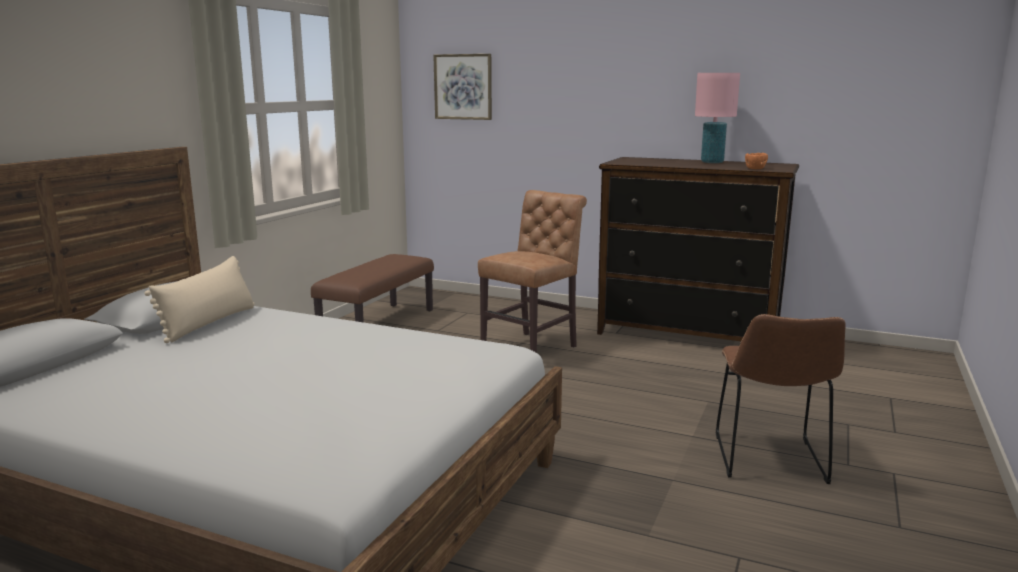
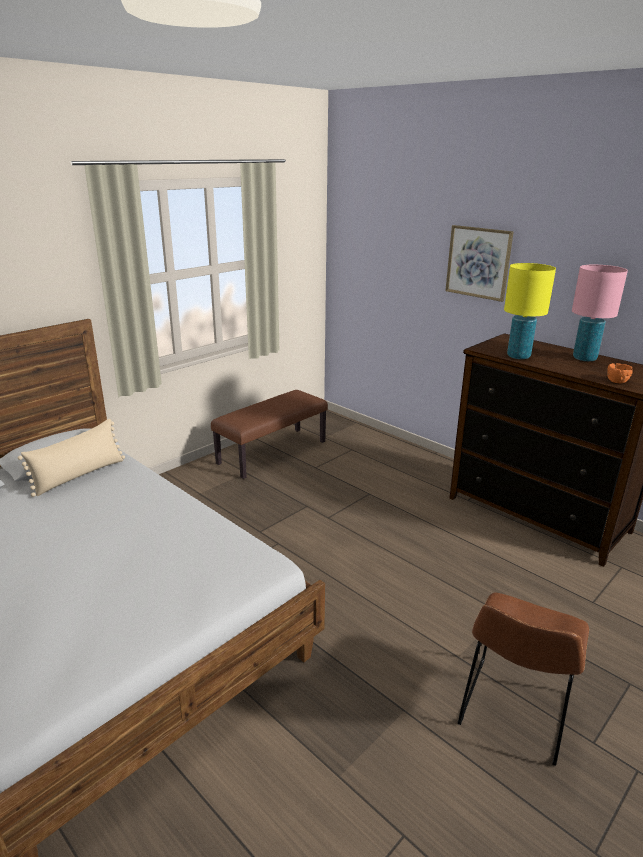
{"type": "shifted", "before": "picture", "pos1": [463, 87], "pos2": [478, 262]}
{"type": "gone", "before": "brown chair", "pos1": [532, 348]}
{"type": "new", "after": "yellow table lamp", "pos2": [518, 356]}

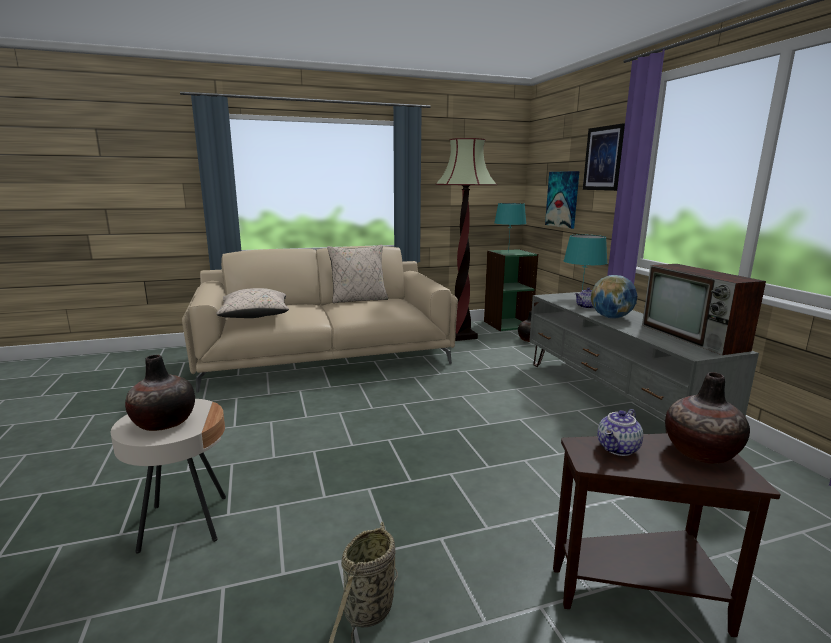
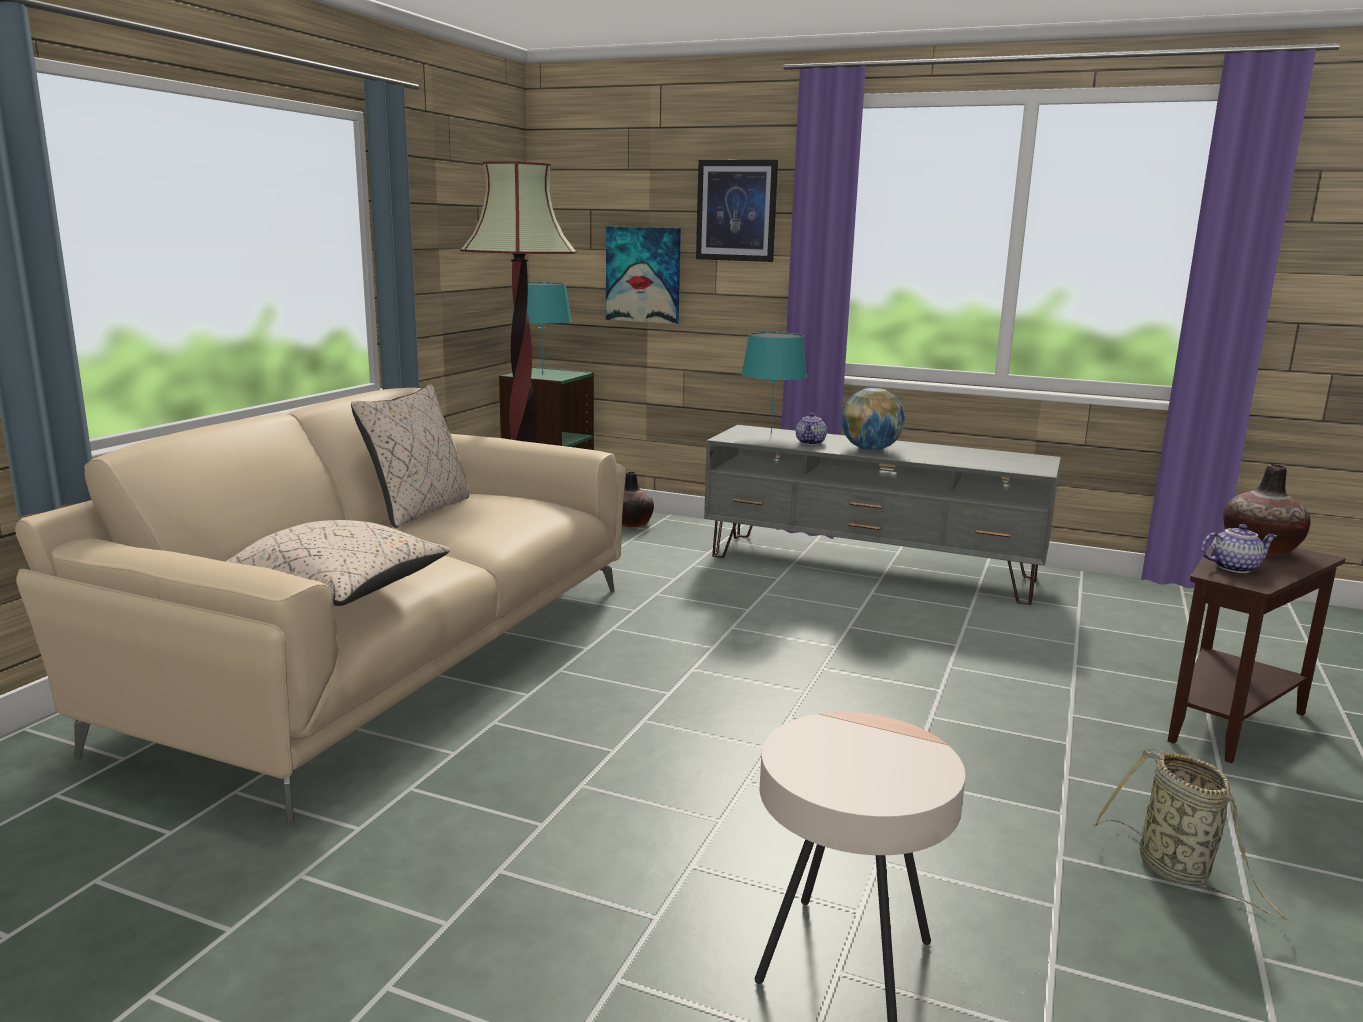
{"type": "gone", "before": "television", "pos1": [694, 337]}
{"type": "gone", "before": "vase", "pos1": [164, 423]}
{"type": "rotated", "before": "teapot", "pos1": [618, 449], "pos2": [1234, 567], "turn": -90}

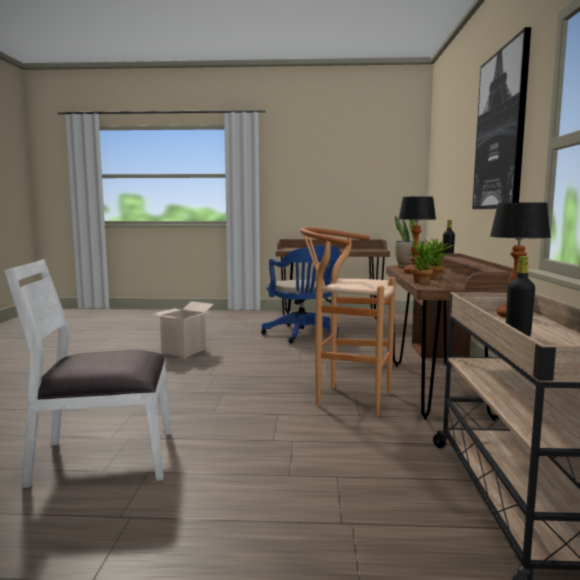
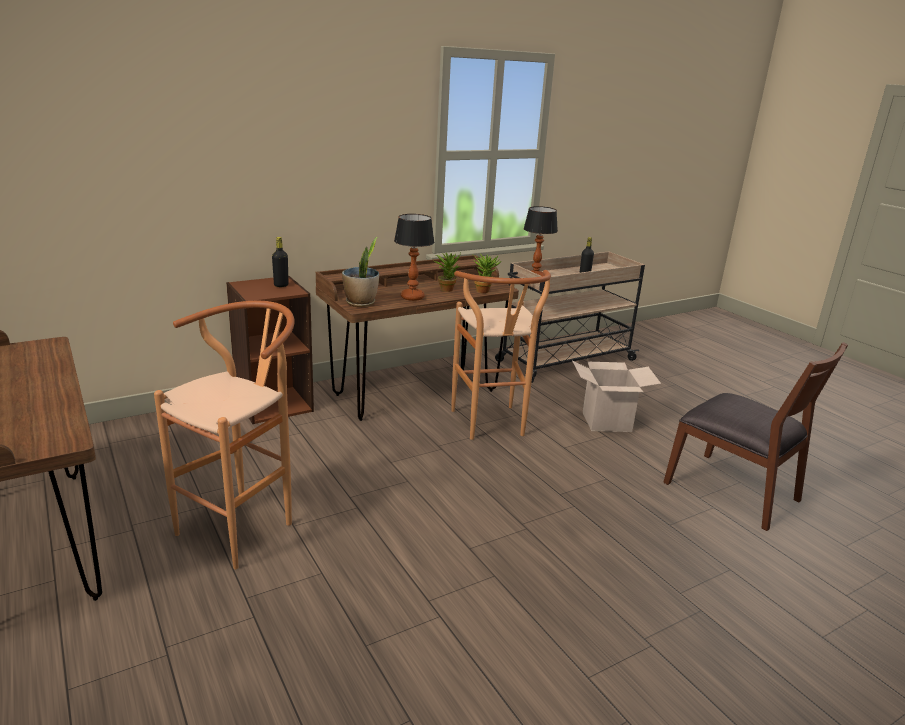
{"type": "gone", "before": "picture", "pos1": [500, 130]}
{"type": "swapped", "before": "blue office chair", "after": "brown stool", "pos1": [303, 335], "pos2": [245, 525]}
{"type": "repainted", "before": "white chair", "after": "brown chair", "pos1": [103, 458], "pos2": [733, 491]}
{"type": "shifted", "before": "cardboard box", "pos1": [183, 351], "pos2": [606, 422]}

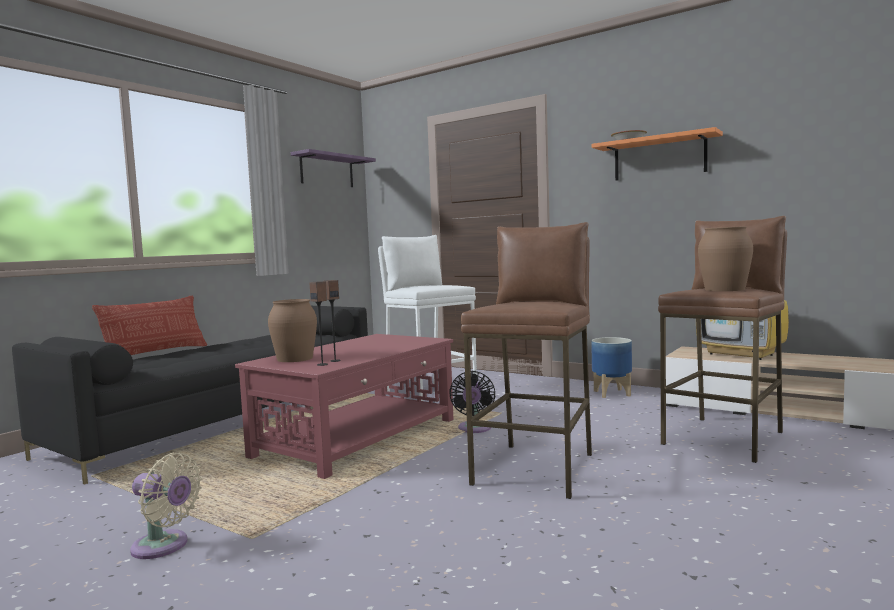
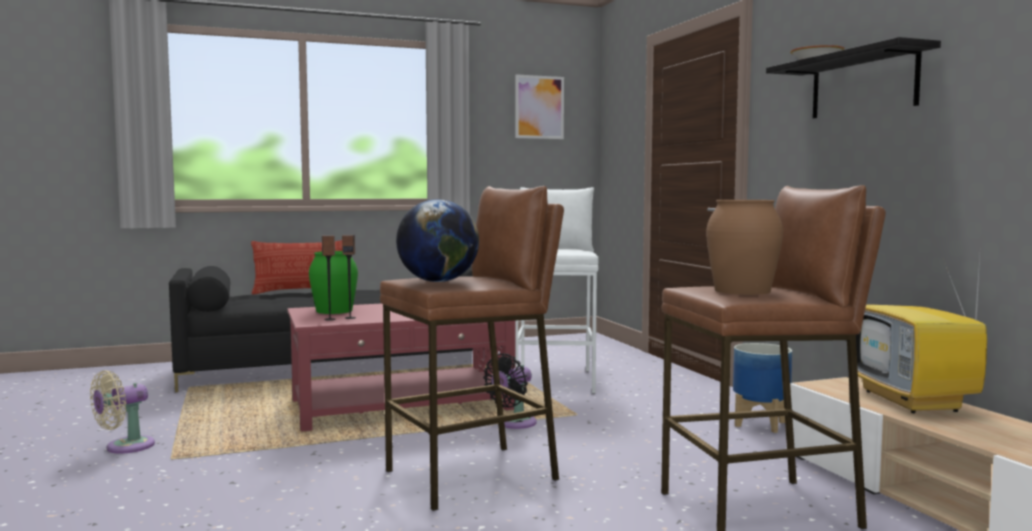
{"type": "repainted", "before": "orange shelf", "after": "black shelf", "pos1": [659, 158], "pos2": [863, 84]}
{"type": "swapped", "before": "purple shelf", "after": "picture", "pos1": [327, 171], "pos2": [539, 107]}
{"type": "repainted", "before": "brown vase", "after": "green vase", "pos1": [294, 358], "pos2": [334, 311]}
{"type": "rotated", "before": "beige fan", "pos1": [164, 546], "pos2": [125, 447], "turn": 75}
{"type": "new", "after": "globe", "pos2": [438, 281]}

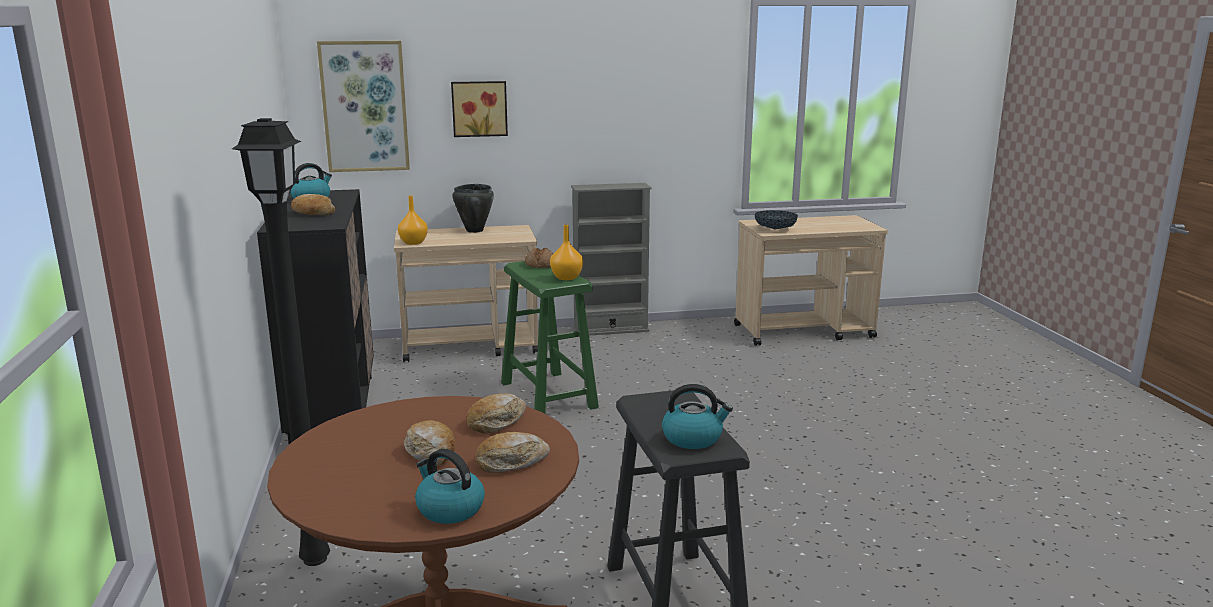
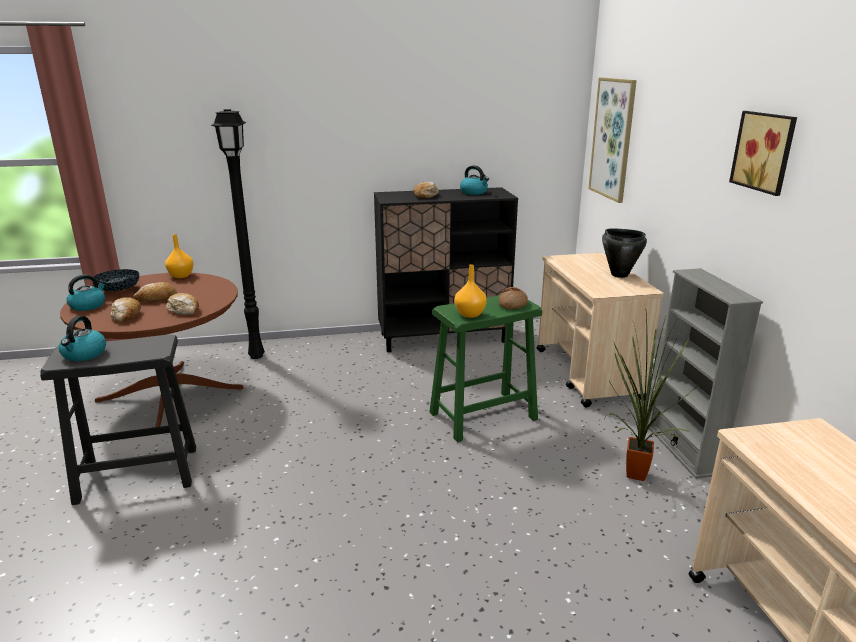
{"type": "shifted", "before": "picture", "pos1": [479, 108], "pos2": [765, 151]}
{"type": "shifted", "before": "orange vase", "pos1": [414, 243], "pos2": [180, 276]}
{"type": "shifted", "before": "bowl", "pos1": [775, 229], "pos2": [118, 290]}
{"type": "new", "after": "potted plant", "pos2": [631, 473]}

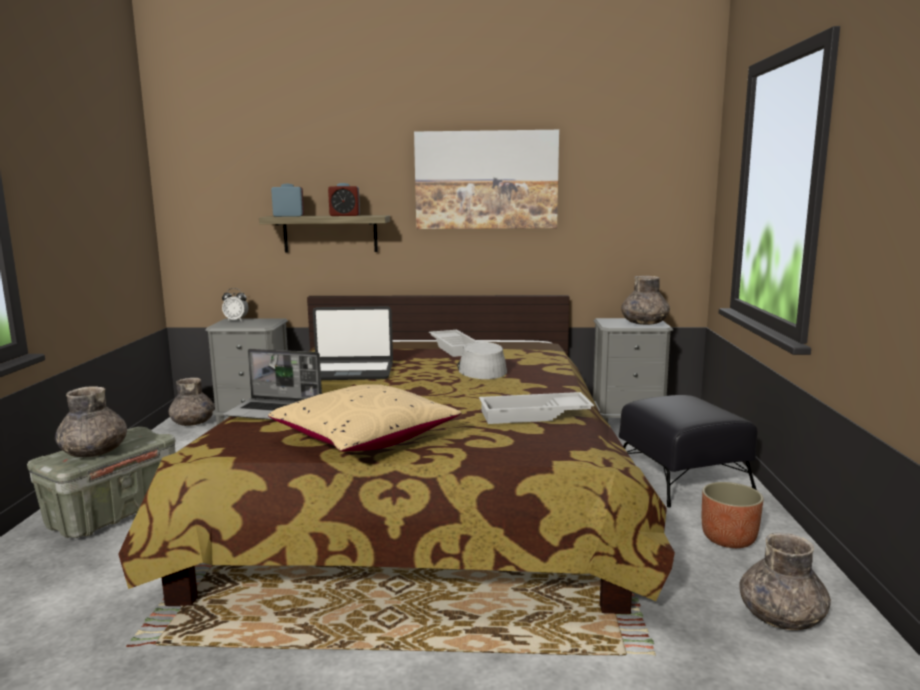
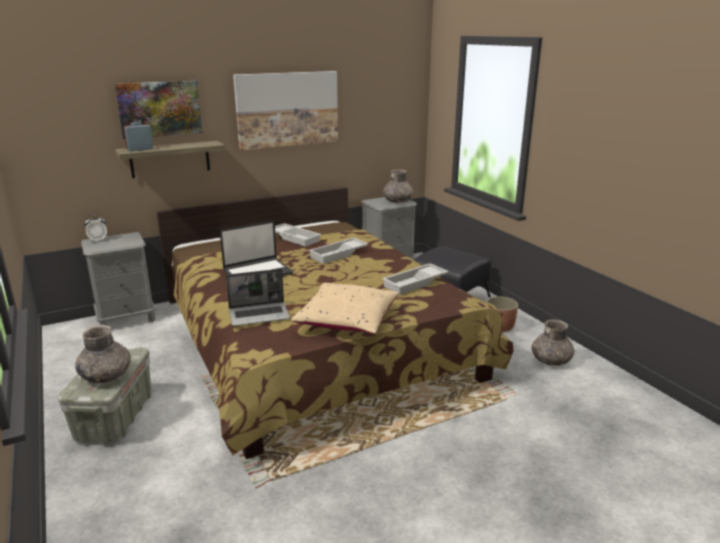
{"type": "gone", "before": "alarm clock", "pos1": [344, 215]}
{"type": "swapped", "before": "grey hat", "after": "white tray", "pos1": [481, 369], "pos2": [339, 254]}
{"type": "gone", "before": "grey vase", "pos1": [193, 423]}
{"type": "new", "after": "picture", "pos2": [159, 109]}

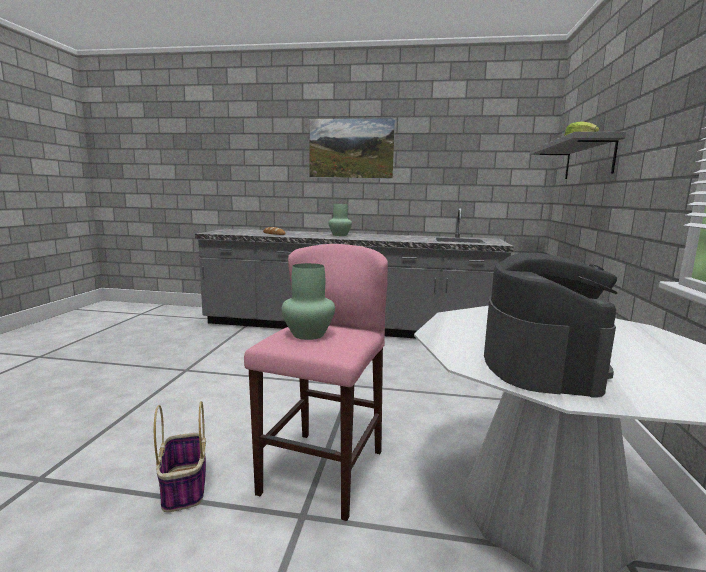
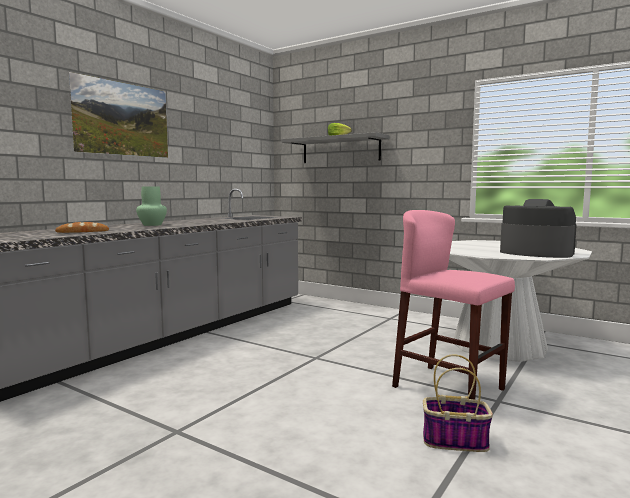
{"type": "gone", "before": "green vase", "pos1": [309, 335]}

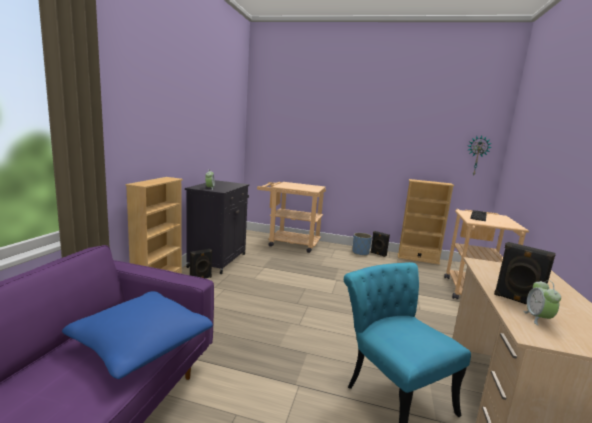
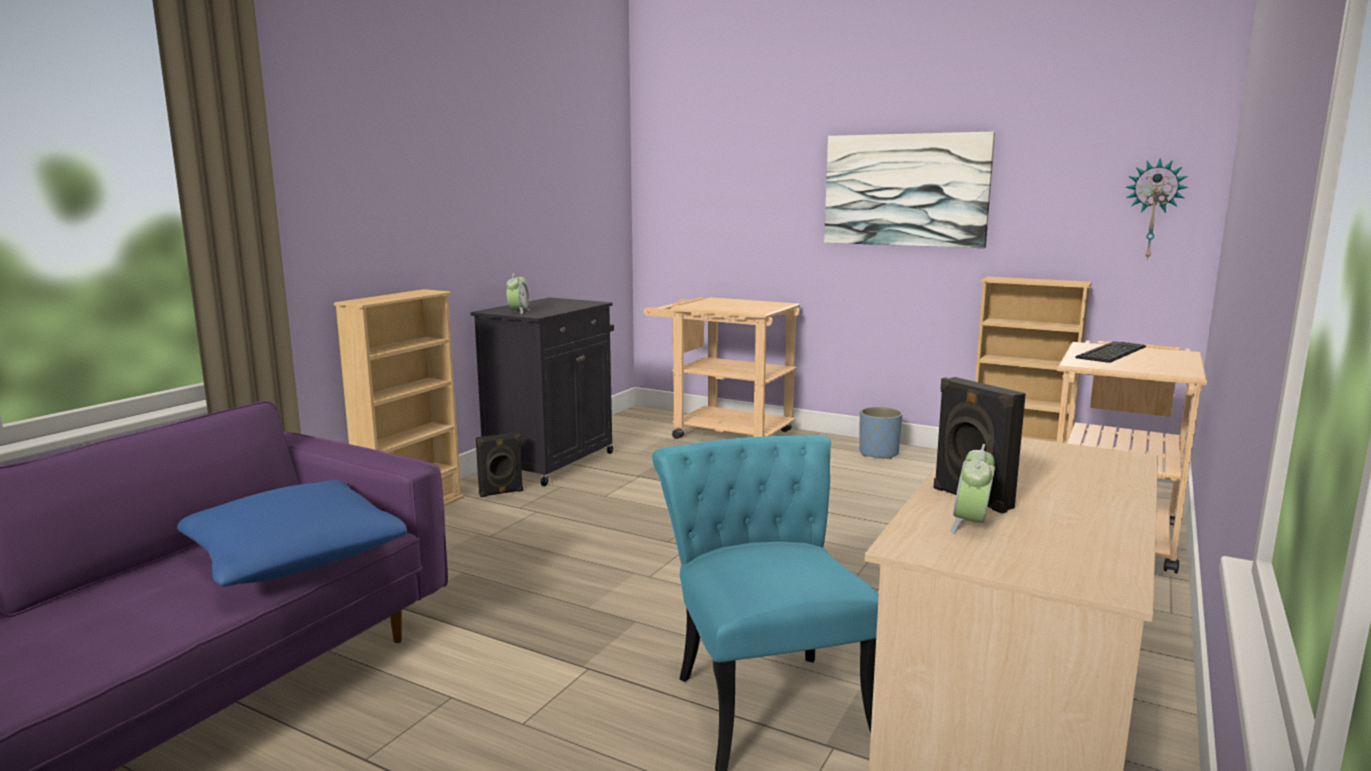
{"type": "gone", "before": "black speaker", "pos1": [378, 254]}
{"type": "new", "after": "picture", "pos2": [905, 190]}

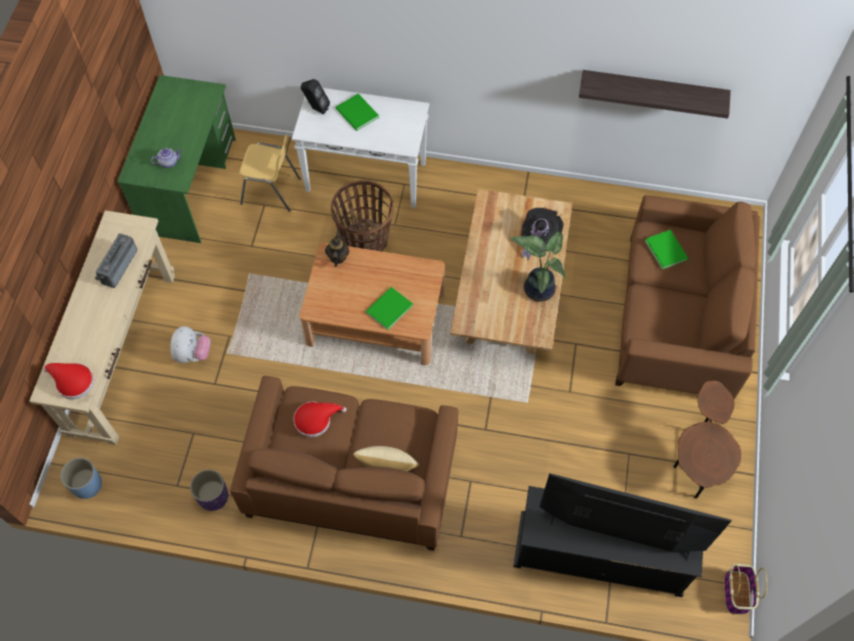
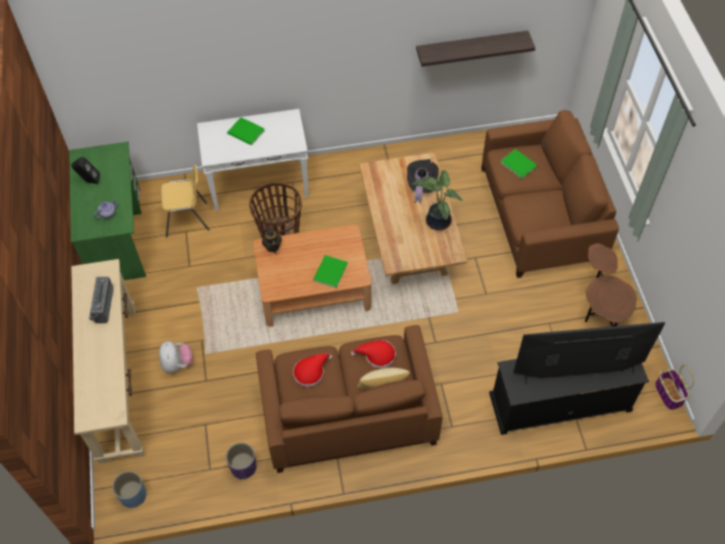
{"type": "shifted", "before": "black speaker", "pos1": [316, 108], "pos2": [89, 181]}
{"type": "shifted", "before": "red hat", "pos1": [72, 381], "pos2": [377, 356]}

